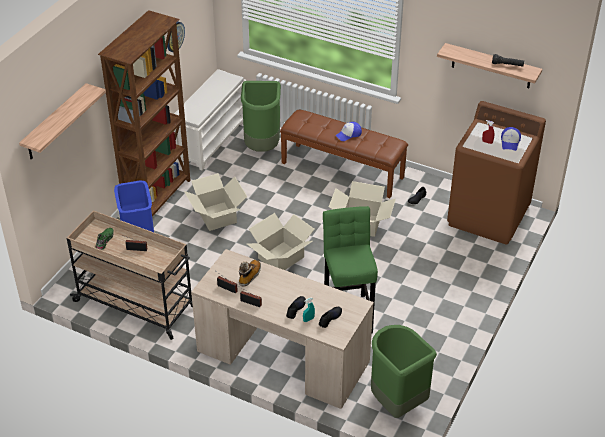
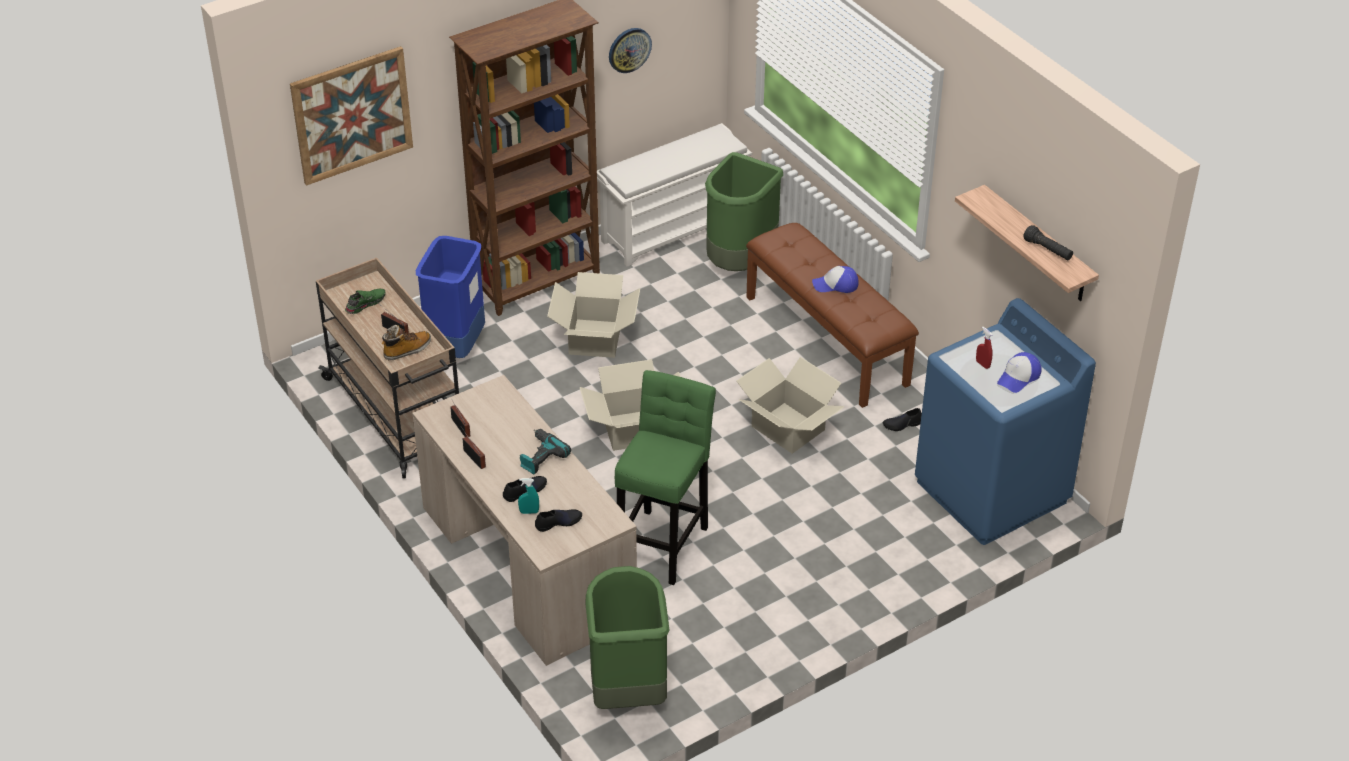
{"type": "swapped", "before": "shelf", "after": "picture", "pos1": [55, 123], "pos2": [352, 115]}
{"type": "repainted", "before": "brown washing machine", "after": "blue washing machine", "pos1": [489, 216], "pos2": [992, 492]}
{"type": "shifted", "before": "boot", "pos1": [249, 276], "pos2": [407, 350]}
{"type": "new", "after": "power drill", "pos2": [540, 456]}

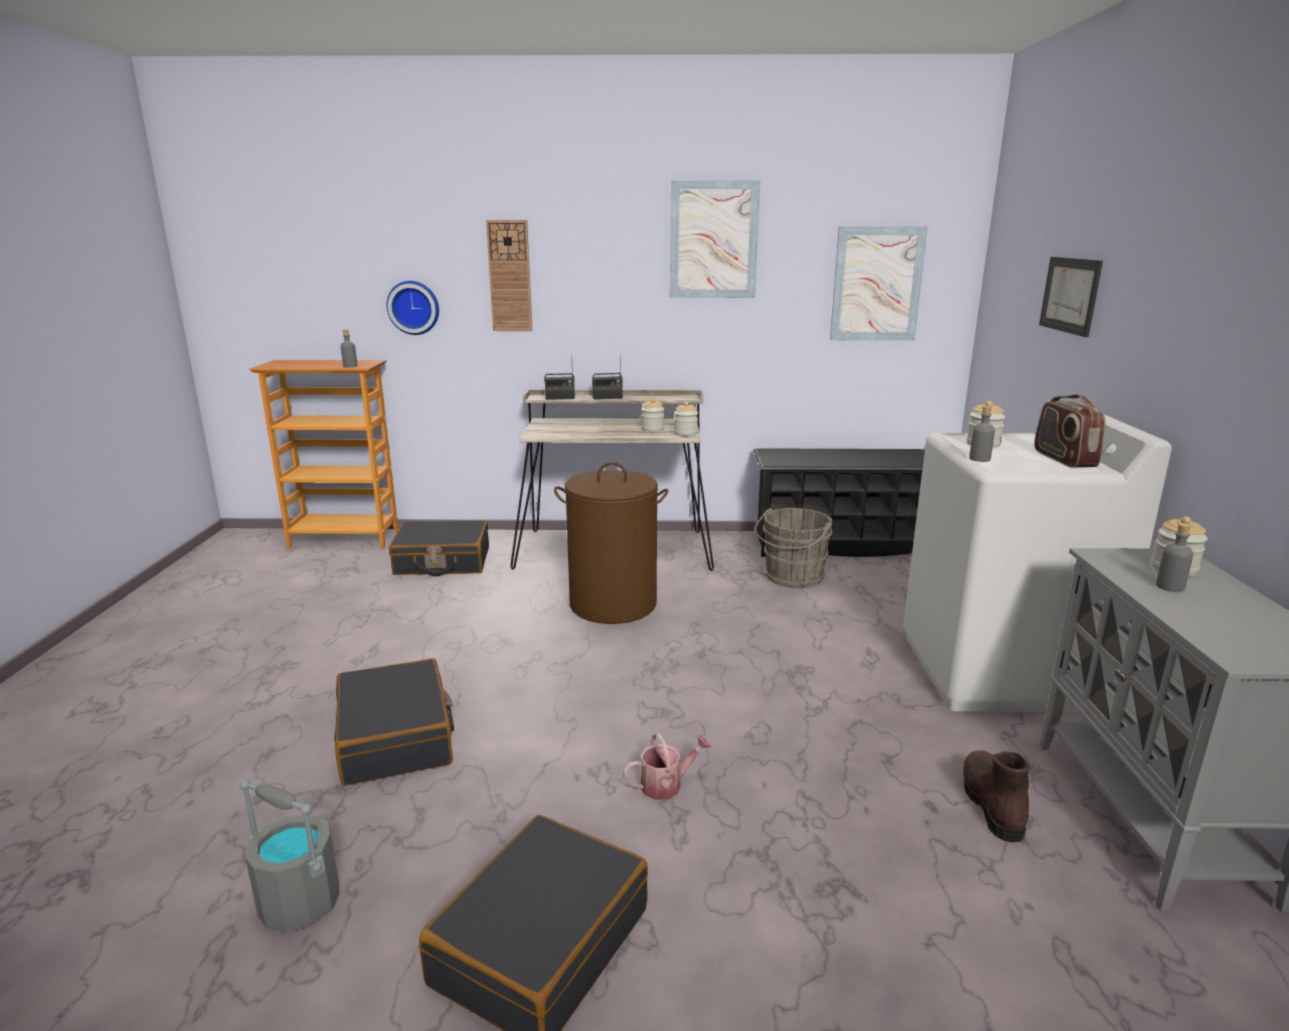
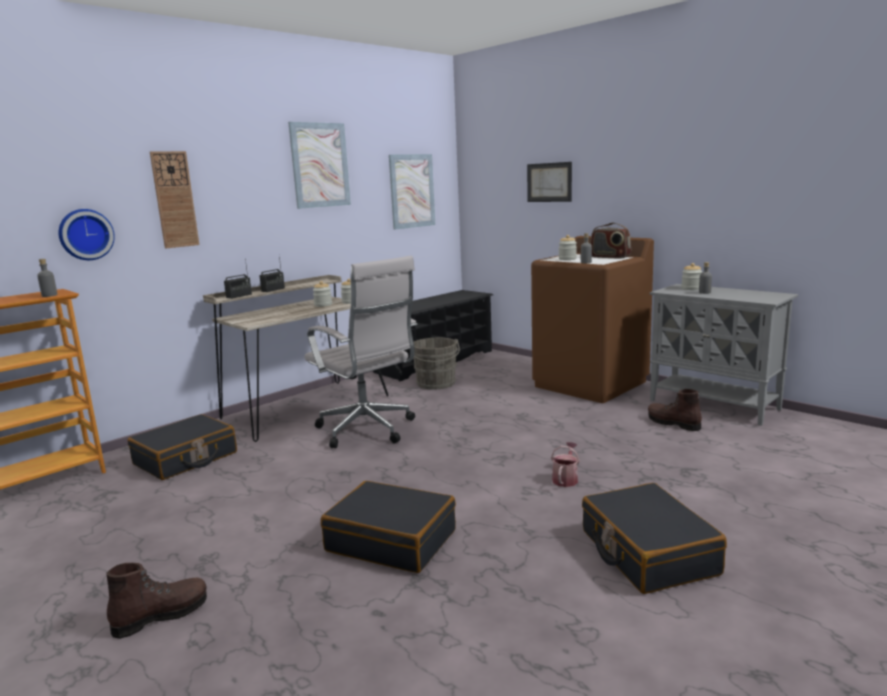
{"type": "repainted", "before": "white washing machine", "after": "brown washing machine", "pos1": [998, 671], "pos2": [590, 384]}
{"type": "swapped", "before": "brown laundry basket", "after": "white office chair", "pos1": [612, 604], "pos2": [368, 431]}
{"type": "gone", "before": "grey bucket", "pos1": [299, 903]}
{"type": "new", "after": "brown boot", "pos2": [161, 615]}

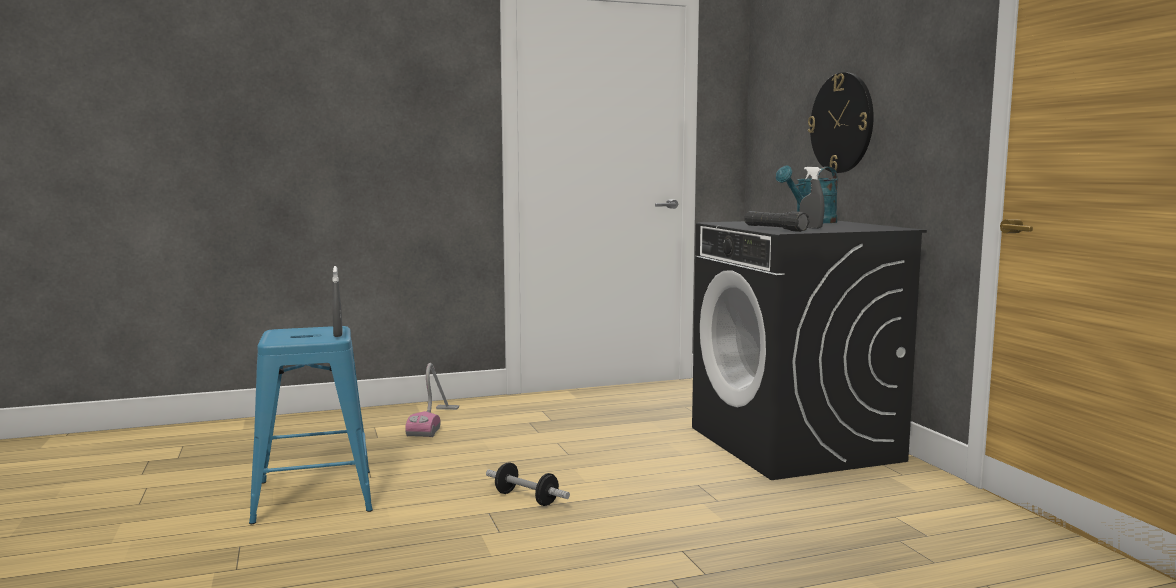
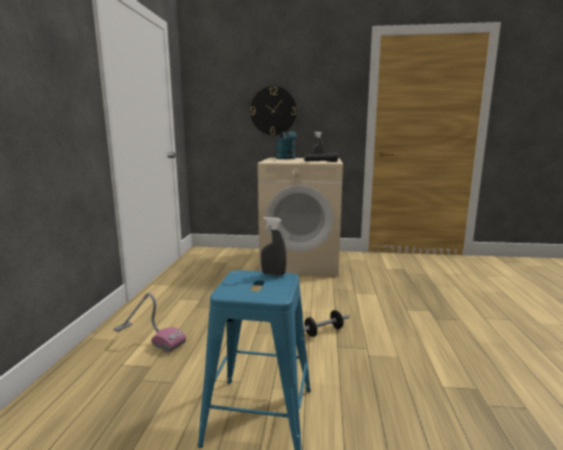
{"type": "repainted", "before": "black washing machine", "after": "beige washing machine", "pos1": [795, 444], "pos2": [301, 262]}

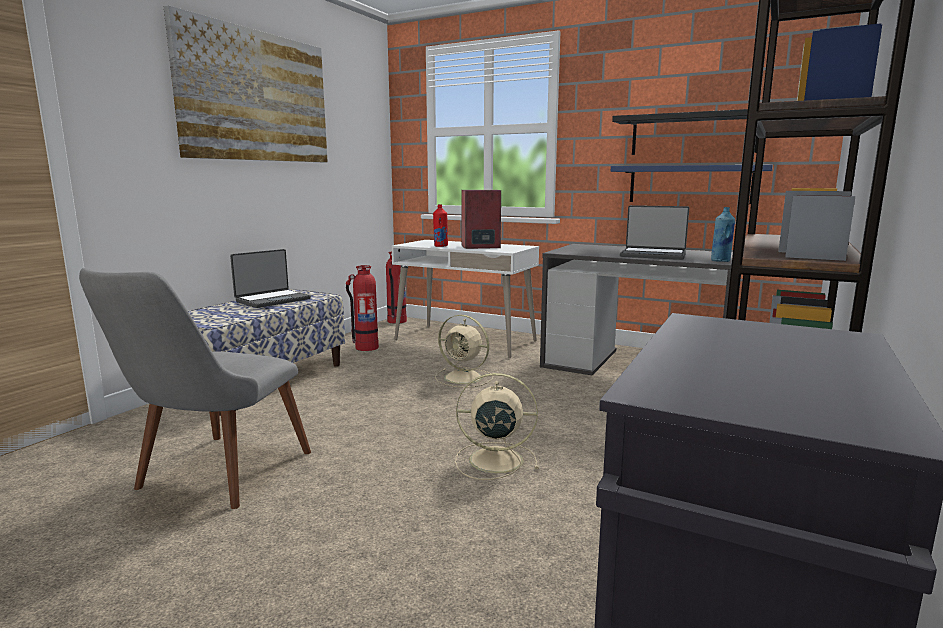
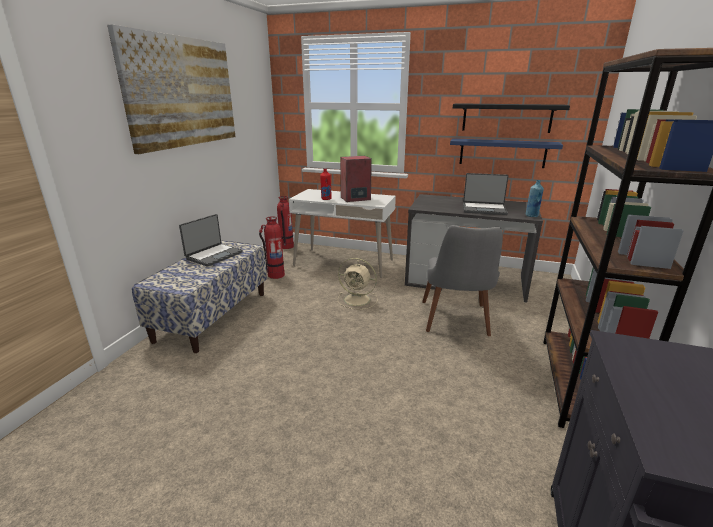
{"type": "shifted", "before": "grey chair", "pos1": [212, 479], "pos2": [456, 323]}
{"type": "gone", "before": "beige fan", "pos1": [493, 460]}

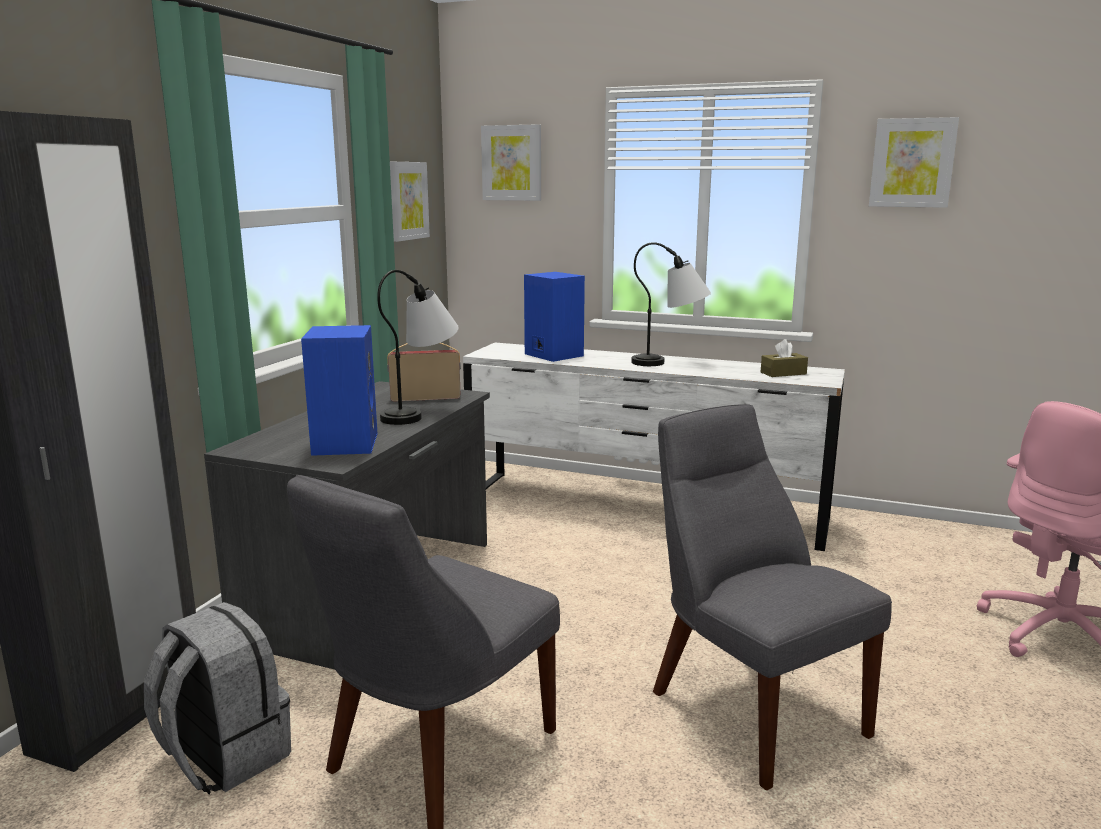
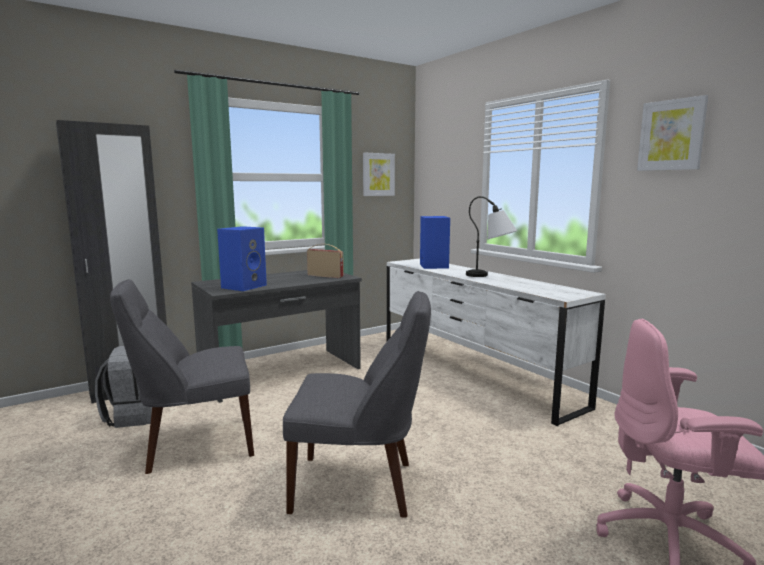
{"type": "gone", "before": "picture", "pos1": [512, 163]}
{"type": "gone", "before": "table lamp", "pos1": [422, 412]}
{"type": "gone", "before": "brown tissue box", "pos1": [783, 373]}
{"type": "rotated", "before": "grey chair", "pos1": [750, 708], "pos2": [359, 486], "turn": 90}

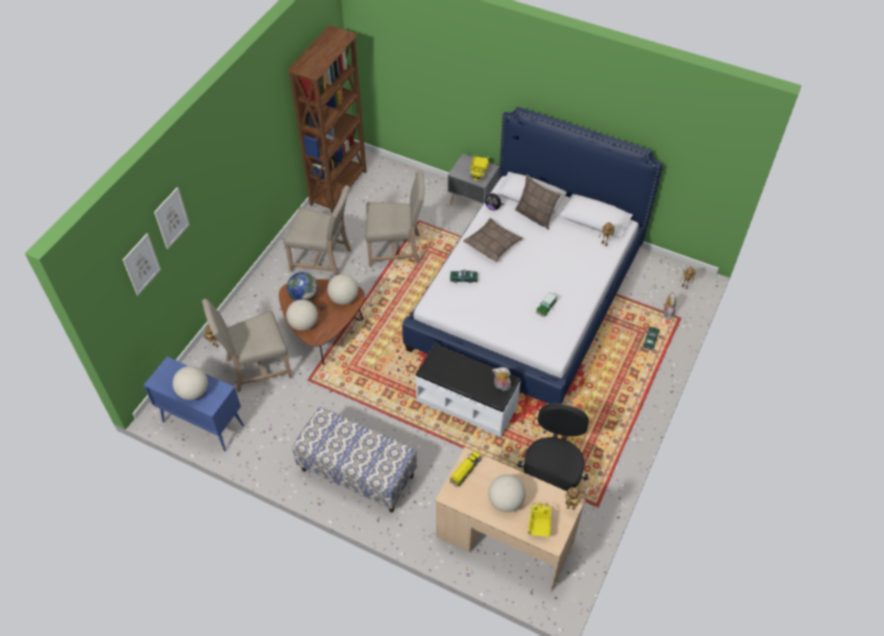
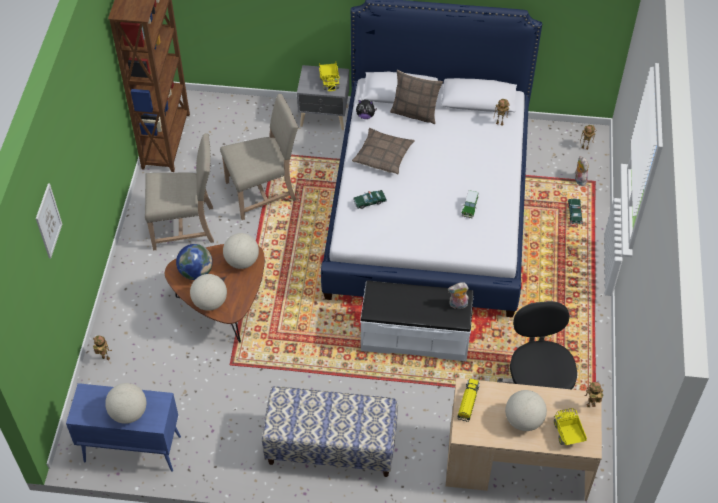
{"type": "gone", "before": "picture", "pos1": [141, 264]}
{"type": "gone", "before": "beige chair", "pos1": [256, 367]}

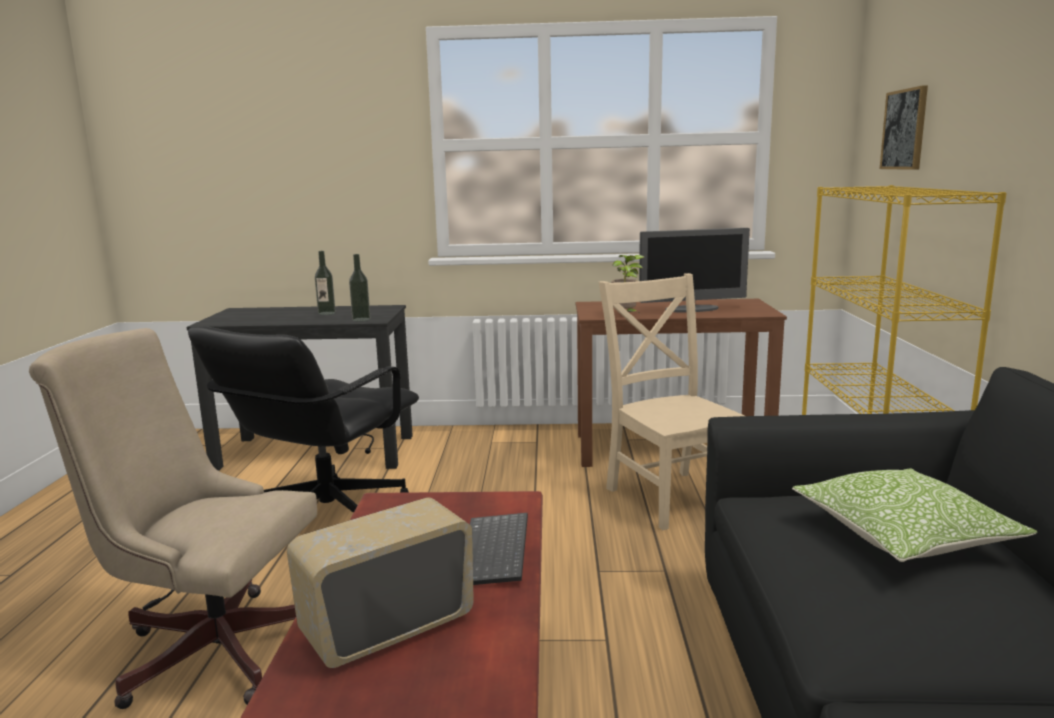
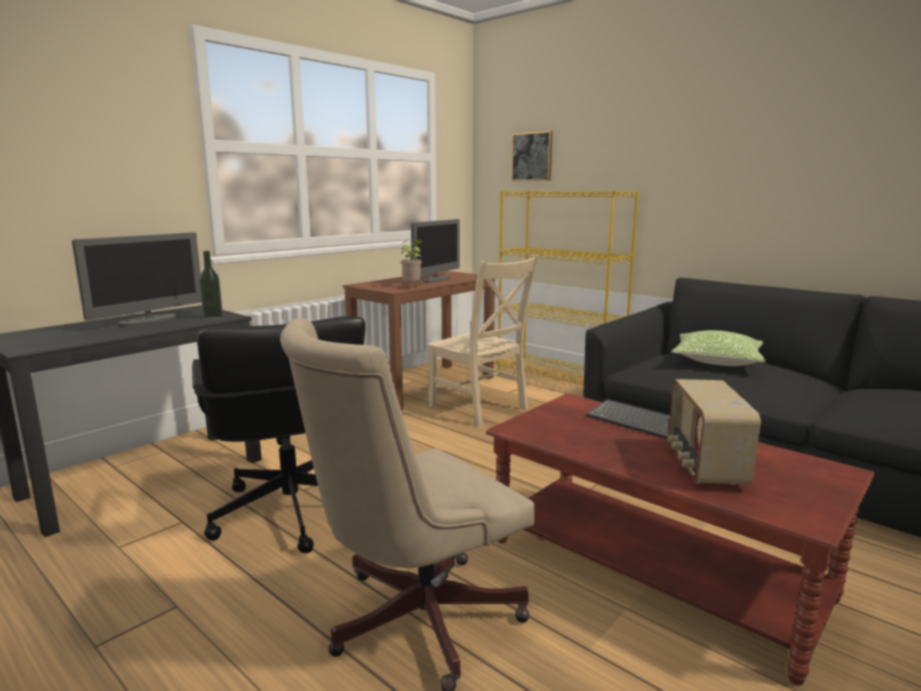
{"type": "swapped", "before": "bottle", "after": "monitor", "pos1": [326, 313], "pos2": [149, 320]}
{"type": "rotated", "before": "beige chair", "pos1": [671, 496], "pos2": [480, 409], "turn": -150}

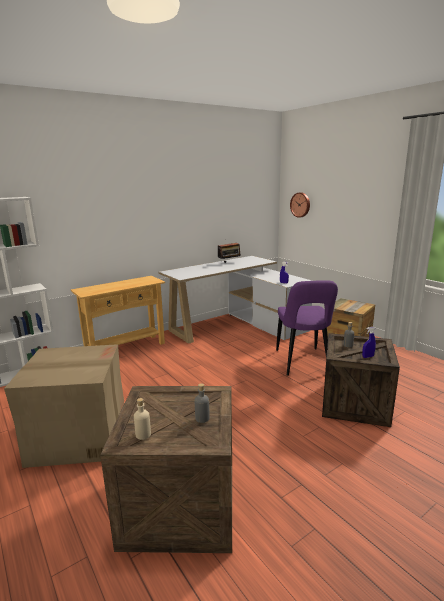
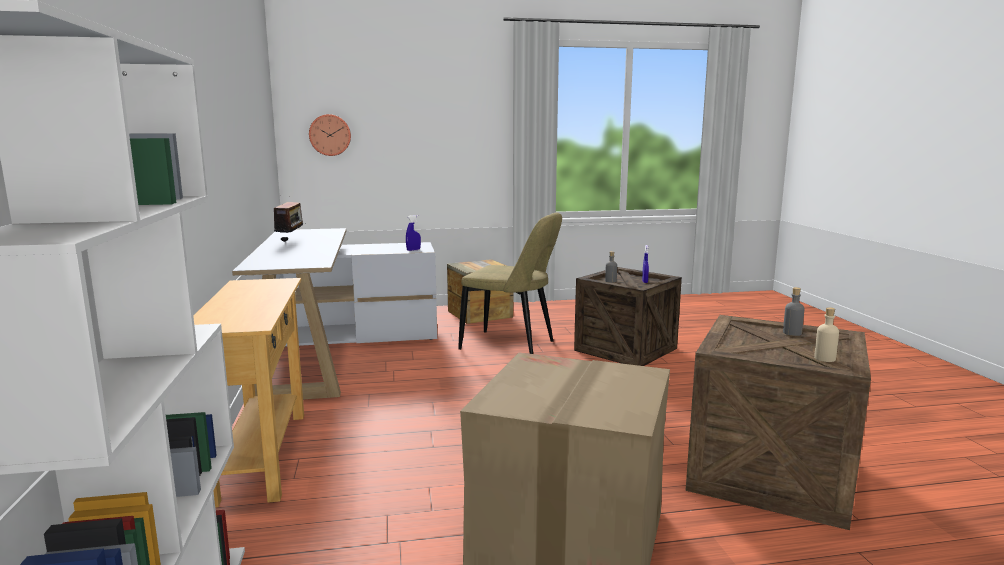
{"type": "repainted", "before": "purple chair", "after": "beige chair", "pos1": [302, 363], "pos2": [511, 347]}

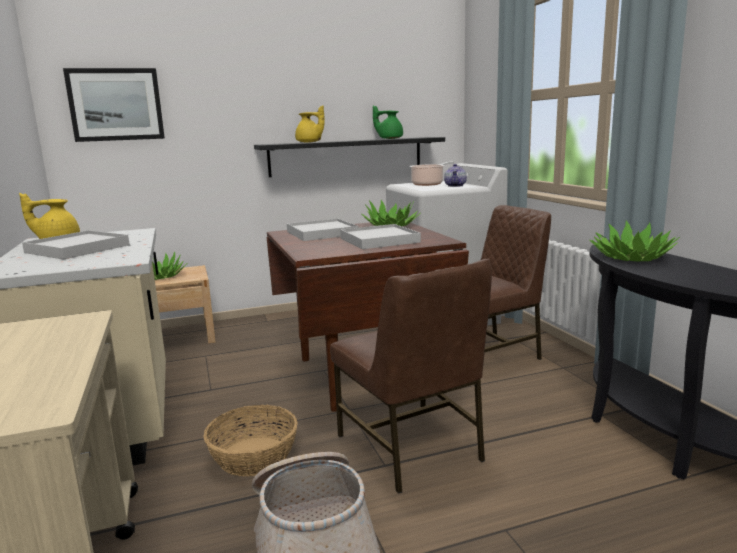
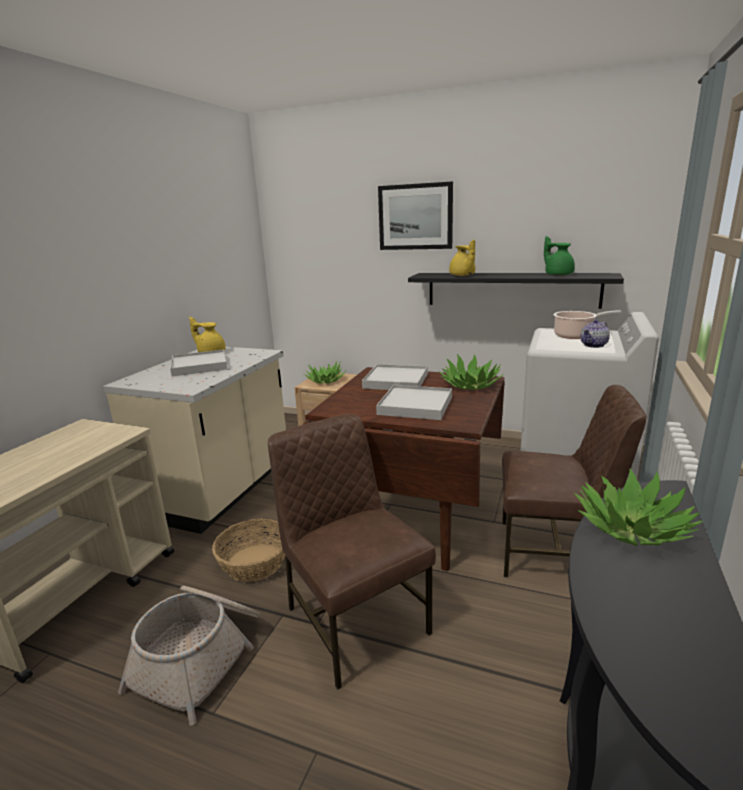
{"type": "shifted", "before": "picture", "pos1": [116, 105], "pos2": [415, 217]}
{"type": "rotated", "before": "brown chair", "pos1": [411, 448], "pos2": [354, 619], "turn": 135}

